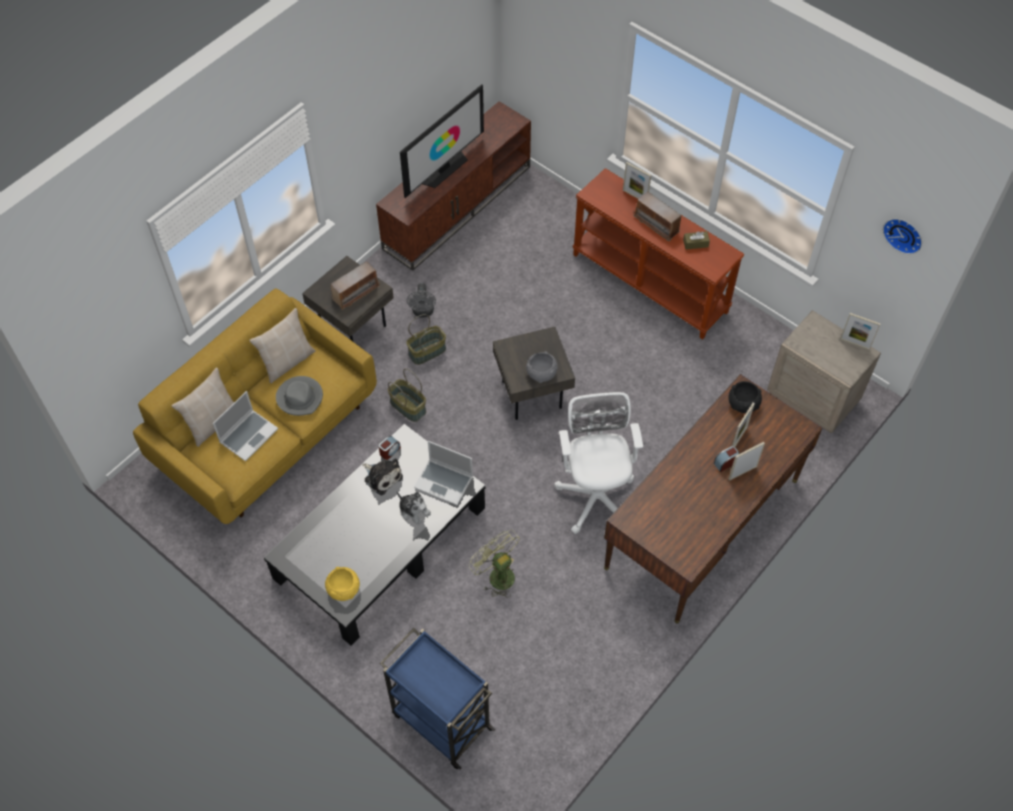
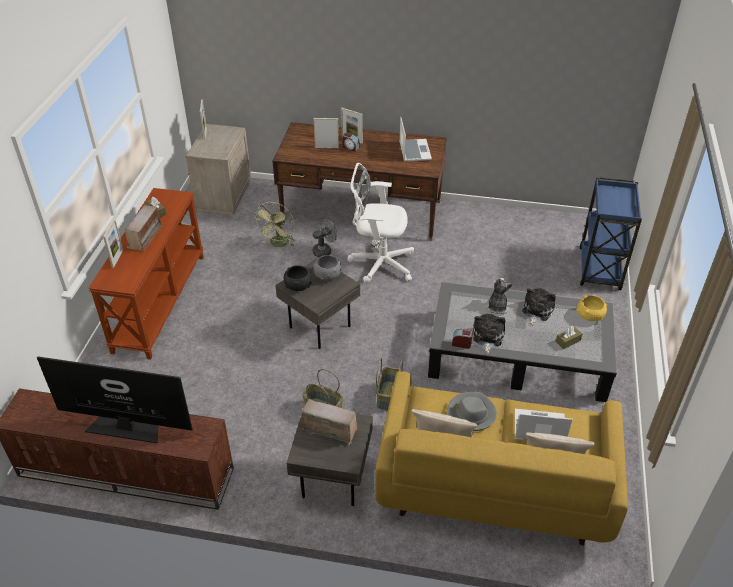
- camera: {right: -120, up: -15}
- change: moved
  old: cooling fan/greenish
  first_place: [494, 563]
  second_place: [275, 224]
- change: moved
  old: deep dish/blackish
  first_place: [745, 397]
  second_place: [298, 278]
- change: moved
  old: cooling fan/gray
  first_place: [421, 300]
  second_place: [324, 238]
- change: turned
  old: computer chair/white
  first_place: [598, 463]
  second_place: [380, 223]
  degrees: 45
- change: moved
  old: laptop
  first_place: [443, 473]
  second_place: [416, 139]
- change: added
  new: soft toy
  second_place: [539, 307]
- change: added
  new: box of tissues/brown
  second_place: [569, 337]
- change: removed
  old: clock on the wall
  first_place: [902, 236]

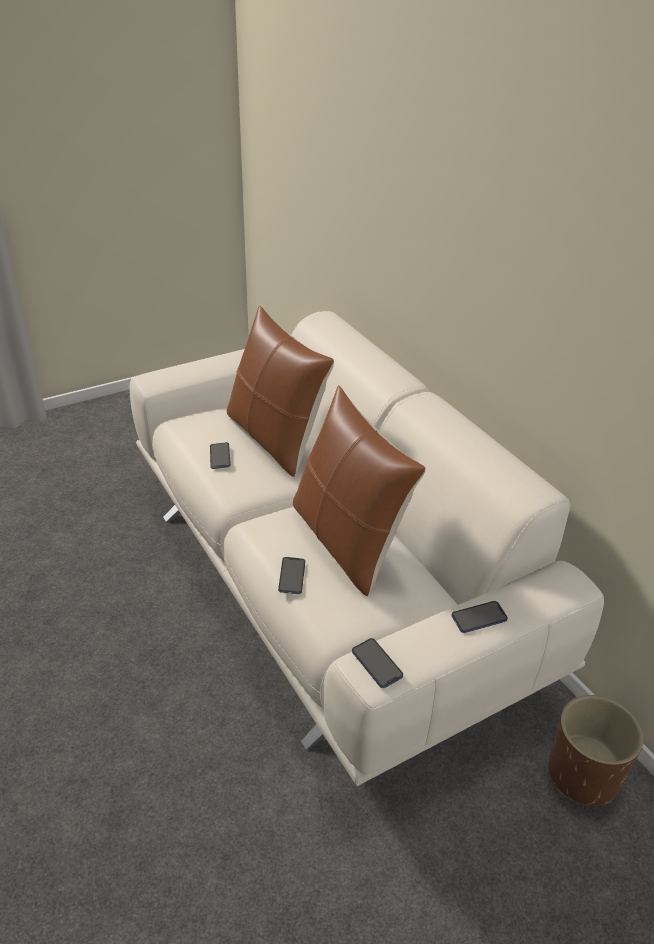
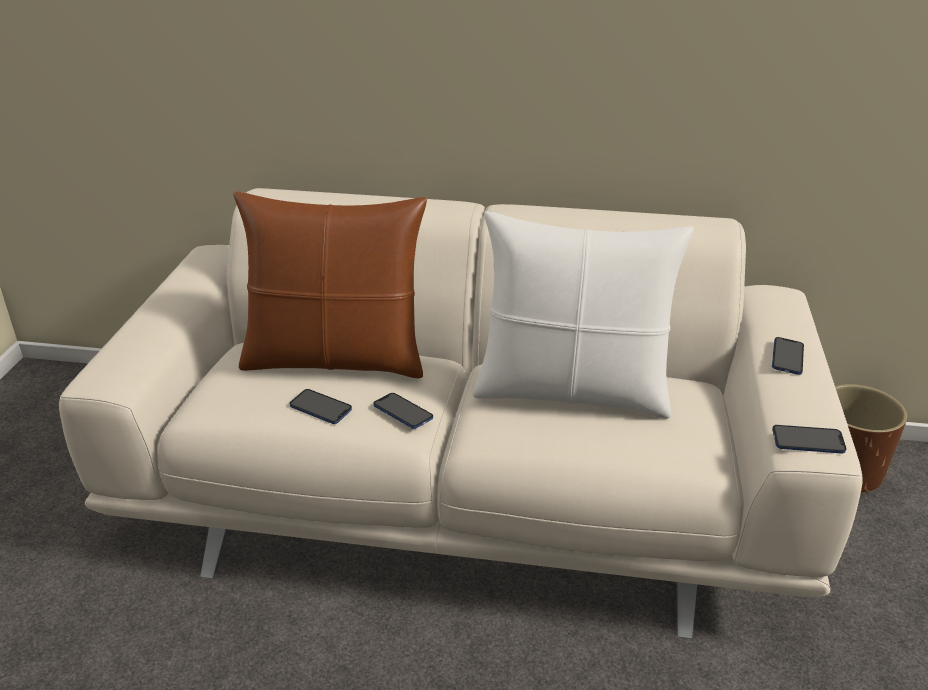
- camera: {right: -50, up: -5}
- change: moved
  old: handset
  first_place: [291, 575]
  second_place: [403, 411]
- change: recoloured
  old: throw pillow/brown
  new: throw pillow/white
  first_place: [359, 490]
  second_place: [583, 315]

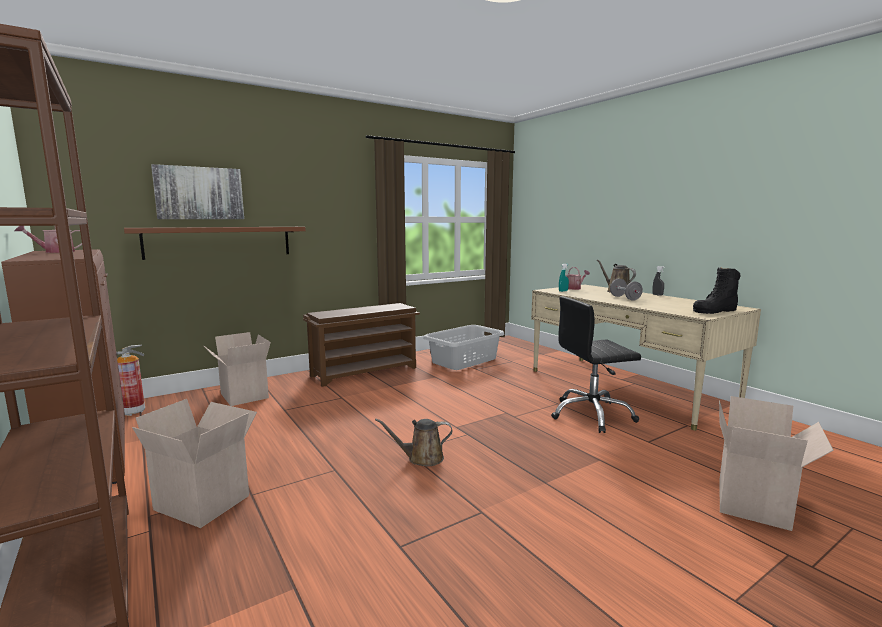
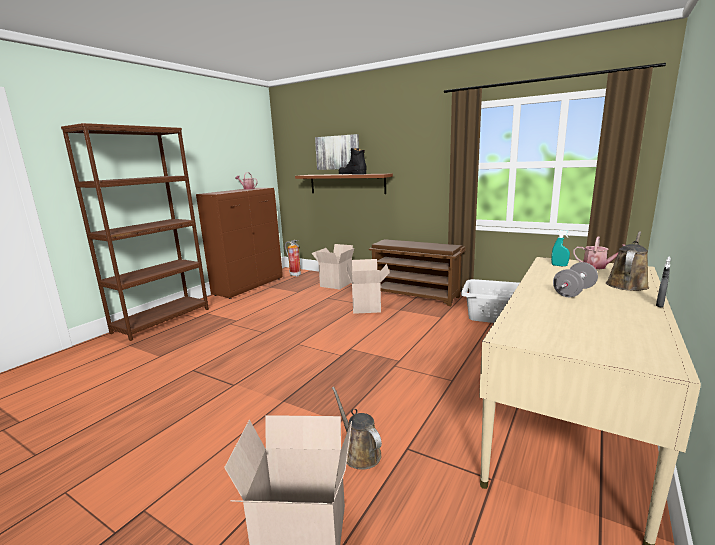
- camera: {right: 65, up: 5}
- change: moved
  old: watering can/brown
  first_place: [413, 442]
  second_place: [357, 428]
- change: moved
  old: tall boot/blackish
  first_place: [717, 291]
  second_place: [352, 161]
- change: moved
  old: carton
  first_place: [194, 463]
  second_place: [368, 286]
- change: removed
  old: computer chair/blackish
  first_place: [596, 364]

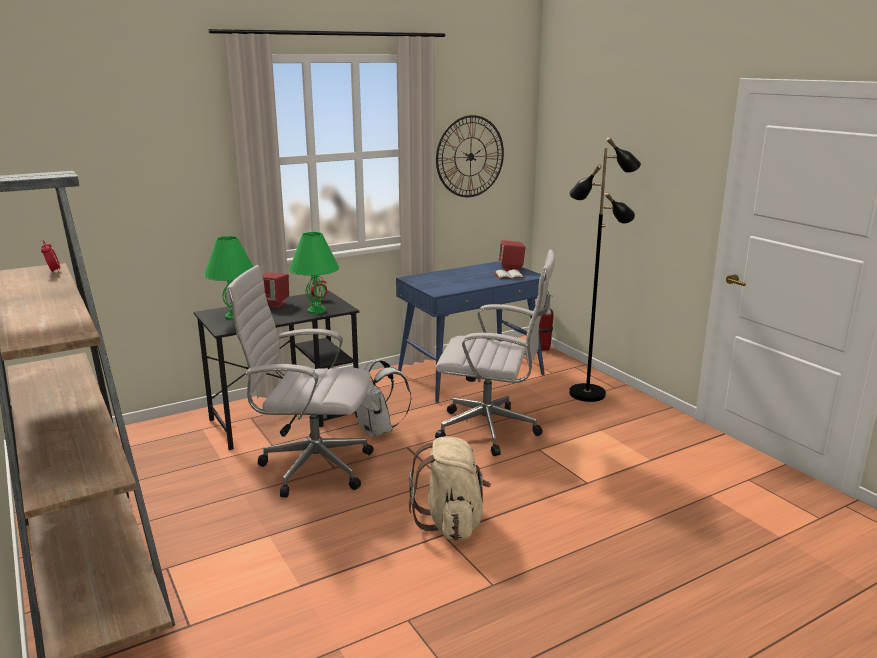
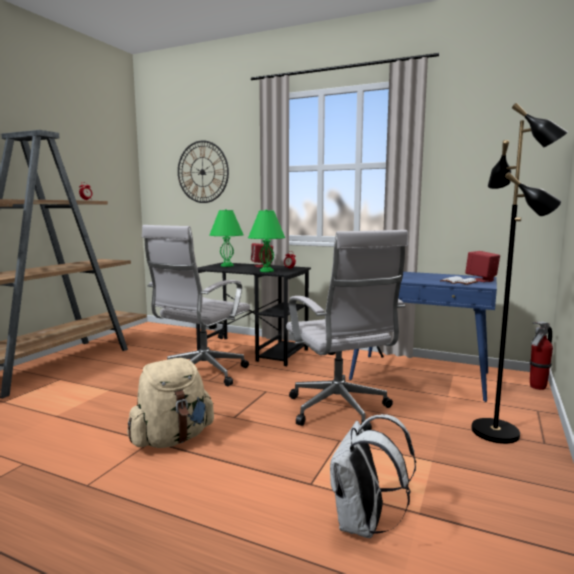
- camera: {right: 55, up: -10}
- change: turned
  old: computer chair/white
  first_place: [299, 381]
  second_place: [196, 305]
  degrees: -120
- change: moved
  old: clock on the wall
  first_place: [470, 156]
  second_place: [203, 171]
- change: moved
  old: rucksack/white
  first_place: [383, 398]
  second_place: [373, 476]

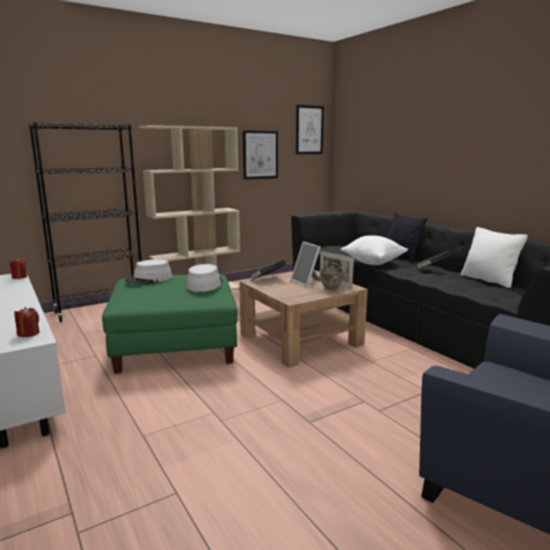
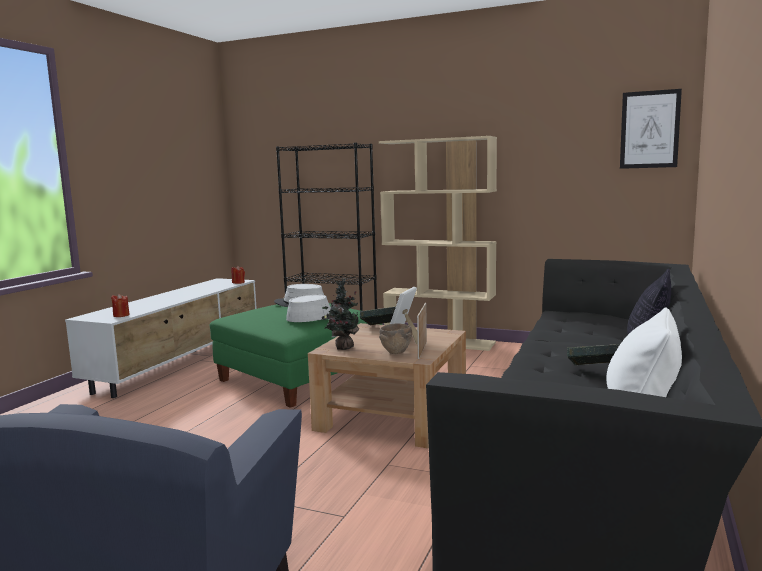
- camera: {right: 55, up: -5}
- change: added
  new: houseplant
  second_place: [342, 314]
- change: removed
  old: picture
  first_place: [260, 155]
- change: removed
  old: throw pillow/white
  first_place: [374, 250]

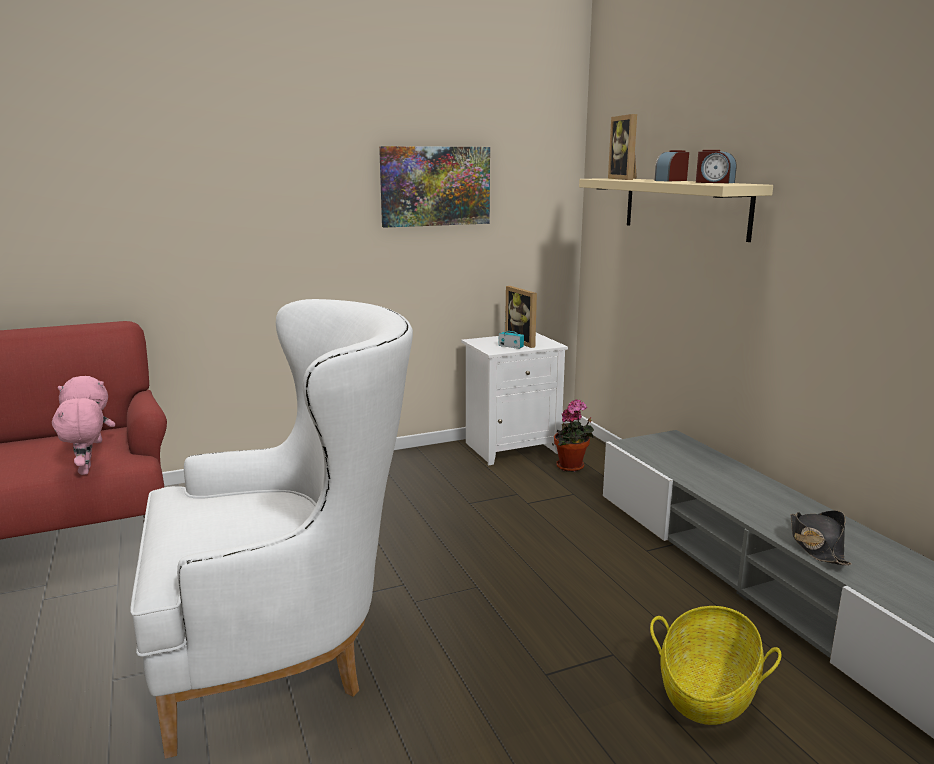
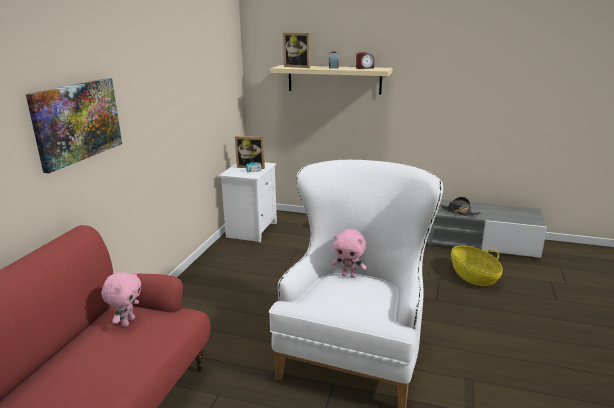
- camera: {right: -50, up: 5}
- change: moved
  old: picture
  first_place: [434, 187]
  second_place: [74, 125]
- change: moved
  old: soft toy/pink-coloured
  first_place: [77, 436]
  second_place: [349, 253]
- change: removed
  old: houseplant
  first_place: [574, 435]

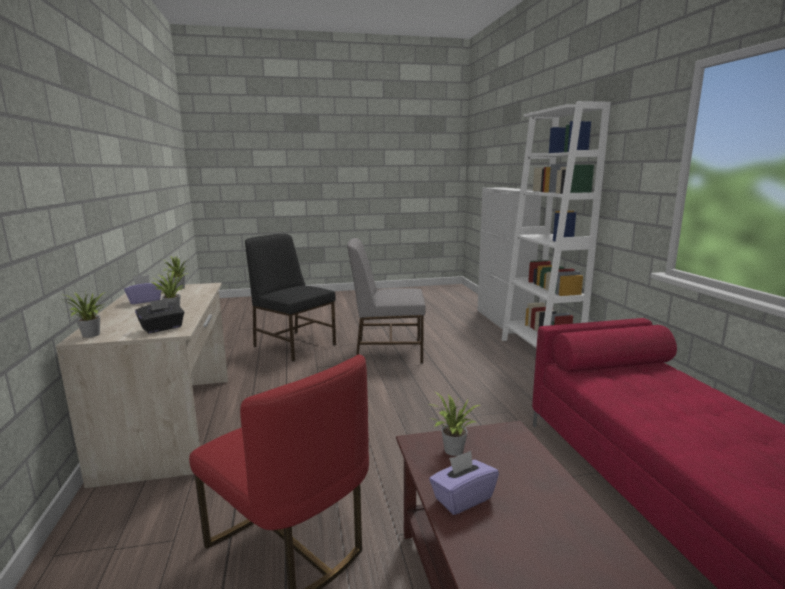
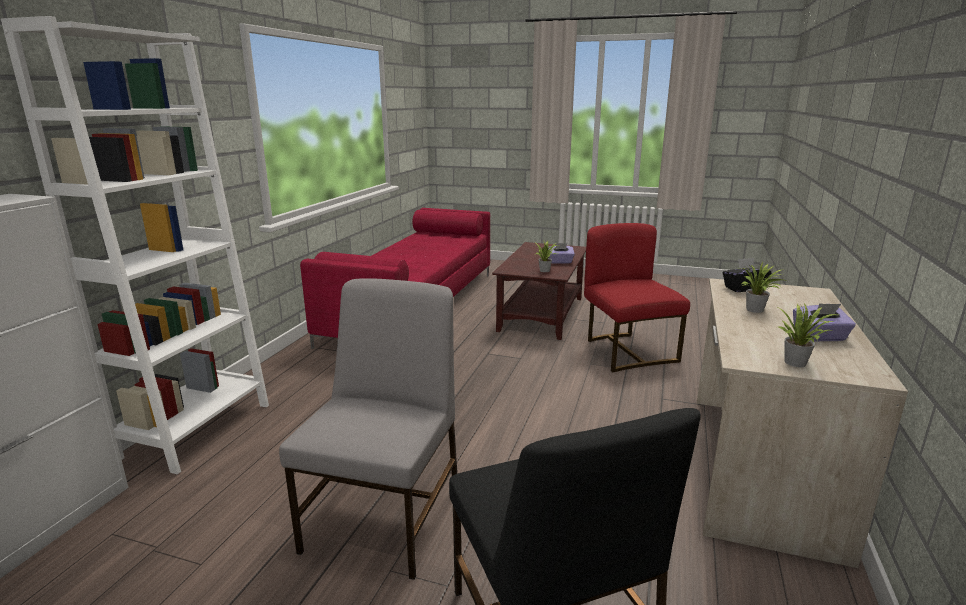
- camera: {right: -150, up: 5}
- change: turned
  old: plain chair/gray
  first_place: [386, 300]
  second_place: [368, 429]
  degrees: -105
- change: removed
  old: houseplant
  first_place: [83, 314]

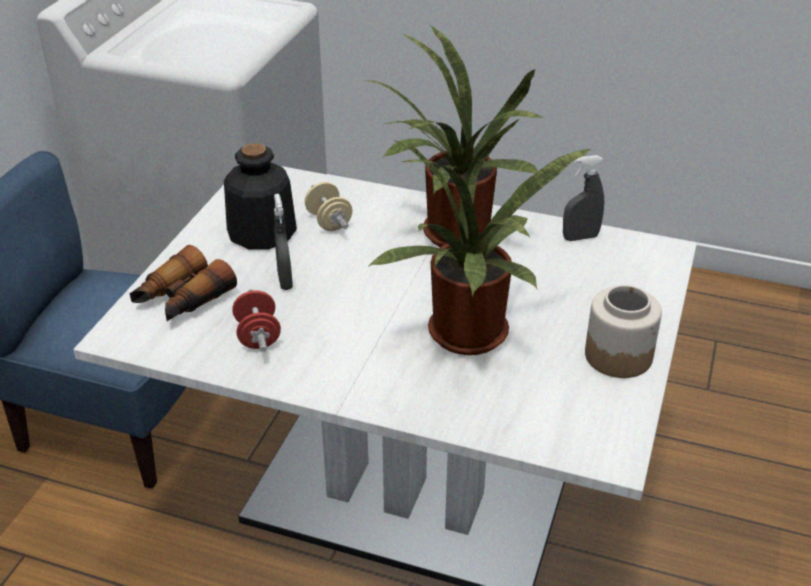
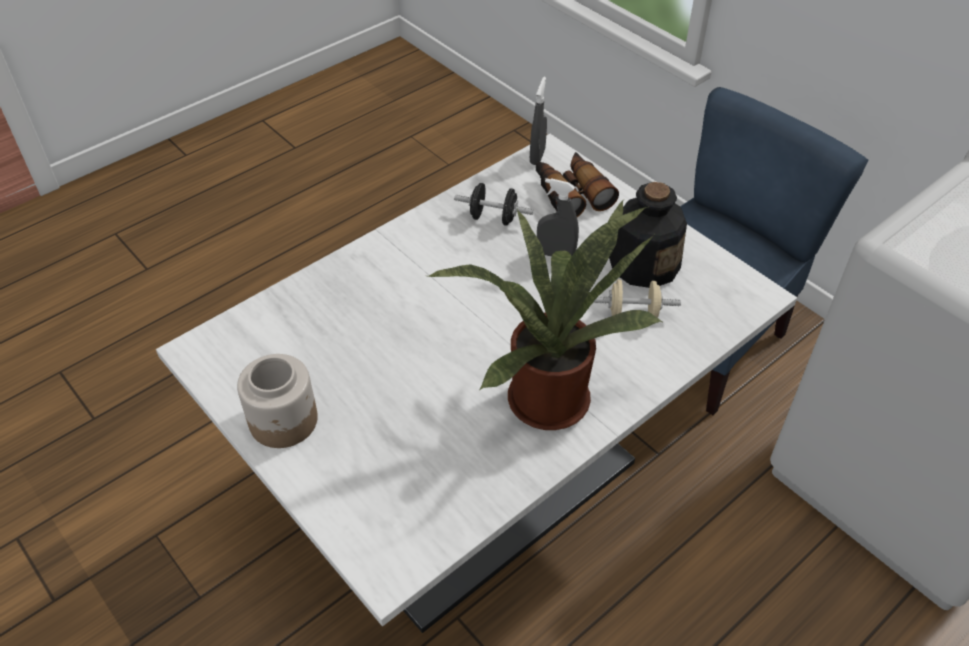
- camera: {right: 120, up: 10}
- change: recoloured
  old: hand weight/reddish
  new: hand weight/blackish
  first_place: [256, 320]
  second_place: [493, 204]
- change: moved
  old: sprayer/gray
  first_place: [583, 198]
  second_place: [538, 121]
- change: removed
  old: houseplant
  first_place: [479, 237]

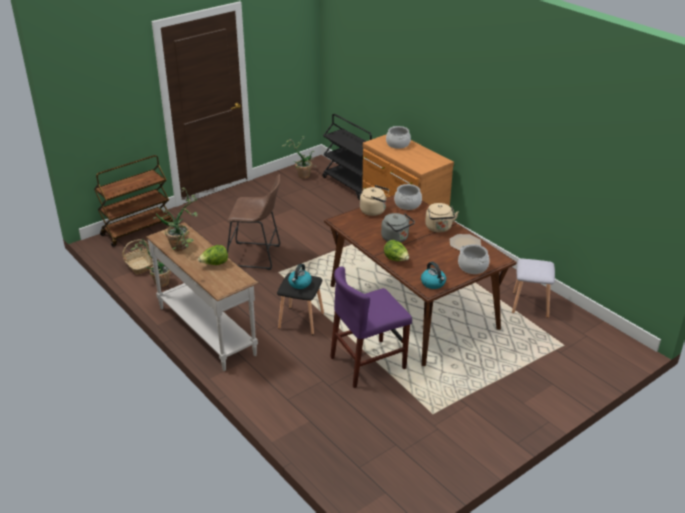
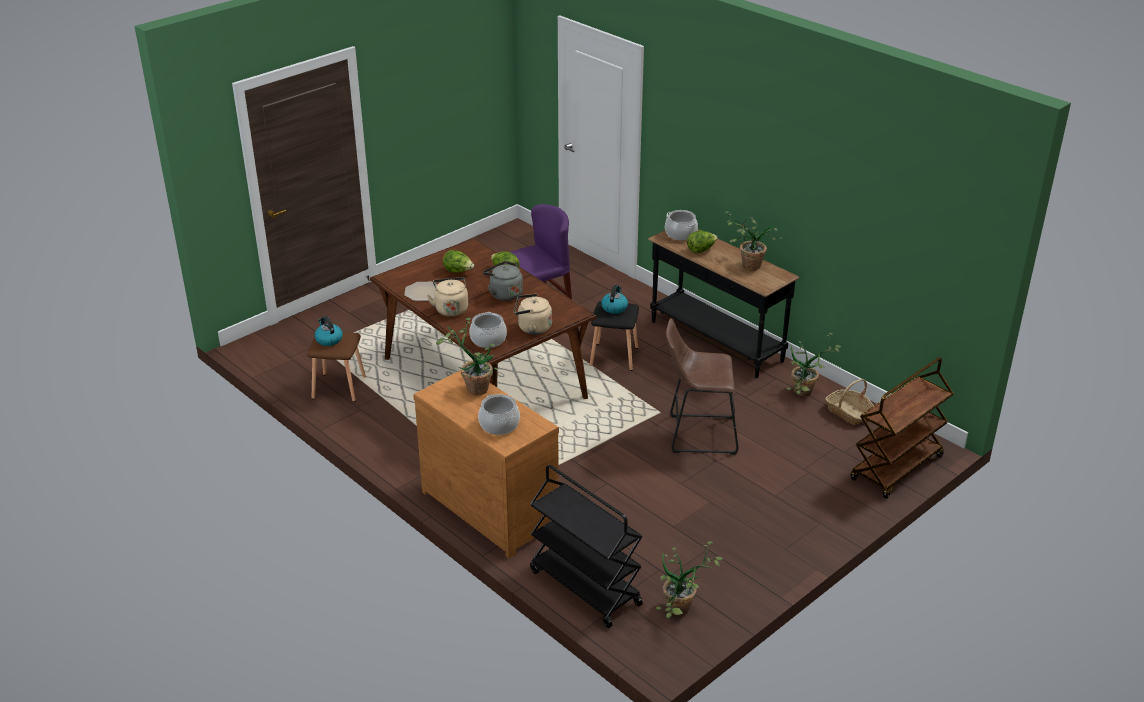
- camera: {right: 175, up: 0}
- change: recoloured
  old: stool seat/gray
  new: stool seat/brown
  first_place: [533, 288]
  second_place: [336, 367]
- change: moved
  old: kettle
  first_place: [433, 275]
  second_place: [329, 331]
- change: added
  new: houseplant
  second_place: [467, 356]
- change: added
  new: head of lettuce
  second_place: [458, 261]
- change: recoloured
  old: narrow table/white
  new: narrow table/blackish
  first_place: [202, 296]
  second_place: [723, 304]
- change: moved
  old: stockpot
  first_place: [473, 259]
  second_place: [681, 225]

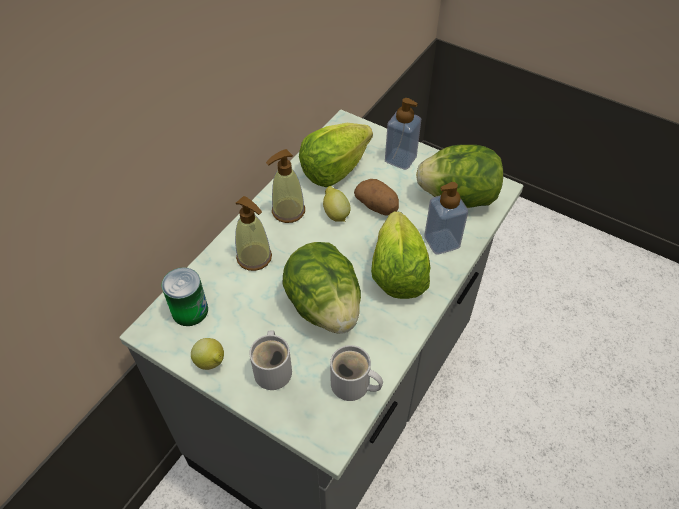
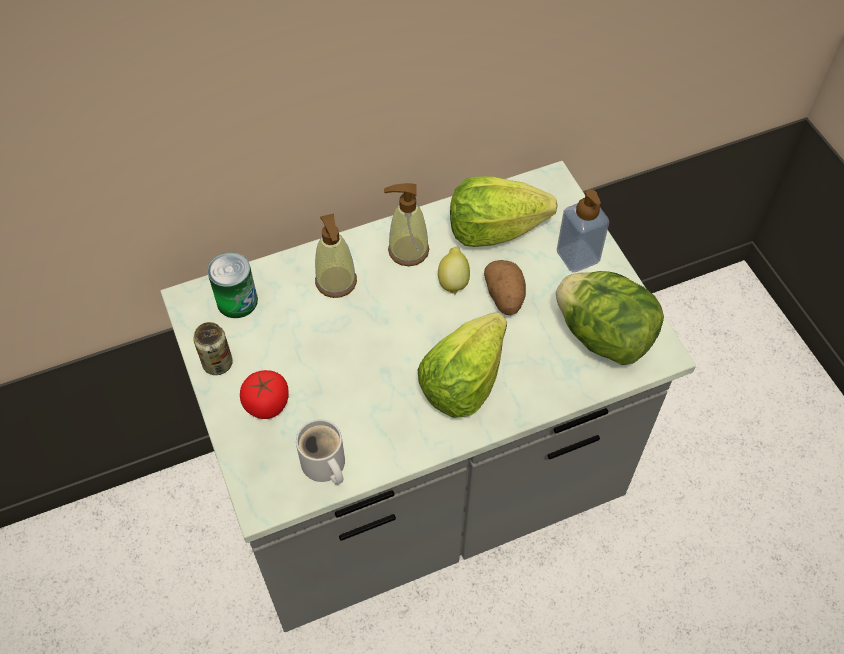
- camera: {right: 35, up: 5}
- change: replaced
  old: lemon
  new: sealed can
  first_place: [207, 354]
  second_place: [213, 348]
- change: replaced
  old: mug/white
  new: whole tomato
  first_place: [270, 360]
  second_place: [264, 394]
- change: removed
  old: head of lettuce
  first_place: [322, 288]
- change: removed
  old: liquid soap bottle
  first_place: [446, 218]

